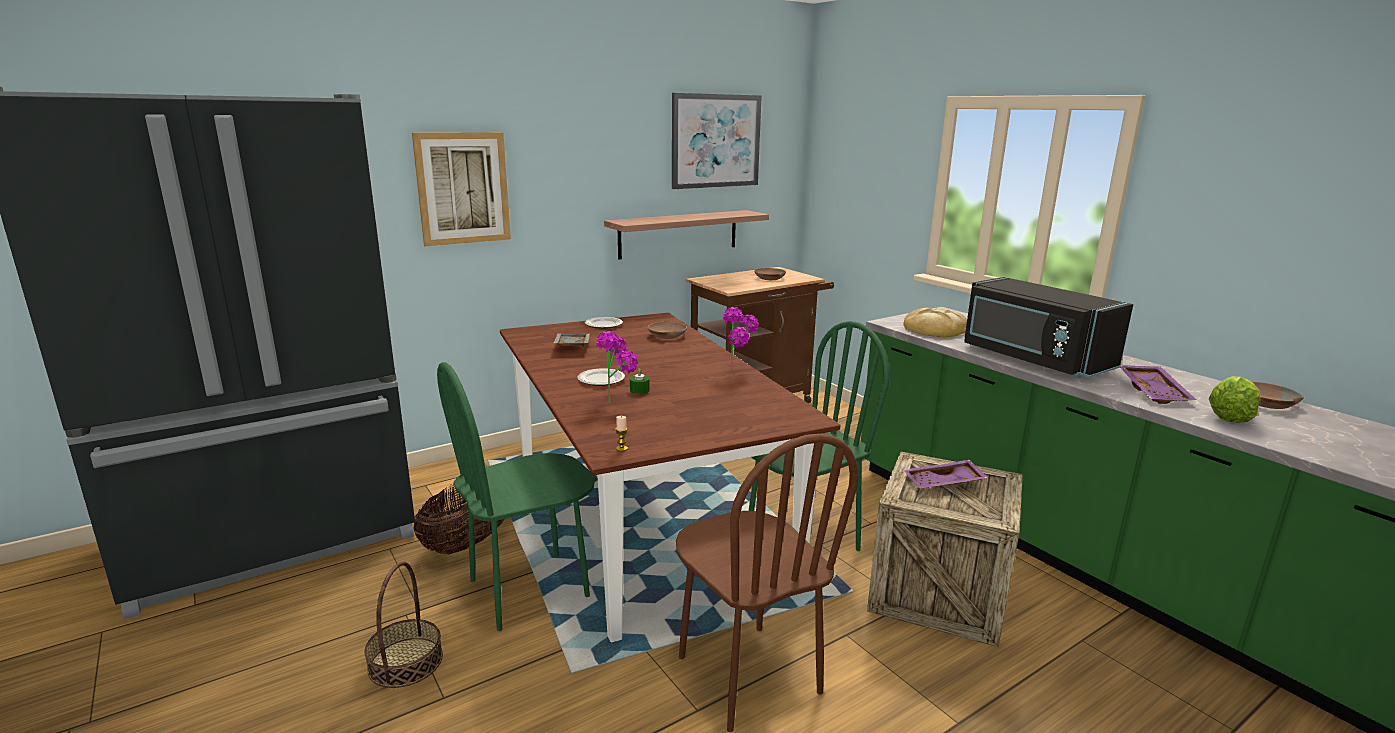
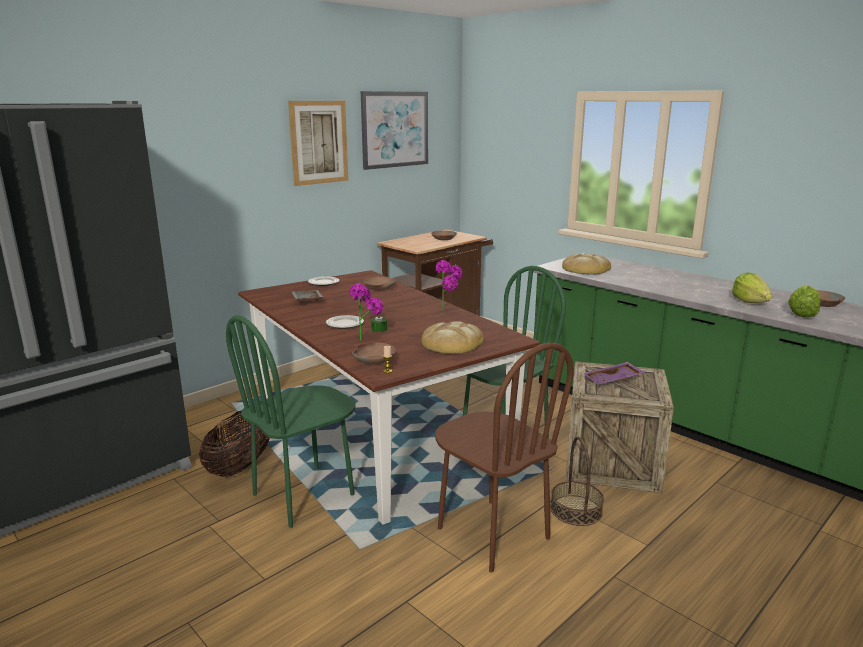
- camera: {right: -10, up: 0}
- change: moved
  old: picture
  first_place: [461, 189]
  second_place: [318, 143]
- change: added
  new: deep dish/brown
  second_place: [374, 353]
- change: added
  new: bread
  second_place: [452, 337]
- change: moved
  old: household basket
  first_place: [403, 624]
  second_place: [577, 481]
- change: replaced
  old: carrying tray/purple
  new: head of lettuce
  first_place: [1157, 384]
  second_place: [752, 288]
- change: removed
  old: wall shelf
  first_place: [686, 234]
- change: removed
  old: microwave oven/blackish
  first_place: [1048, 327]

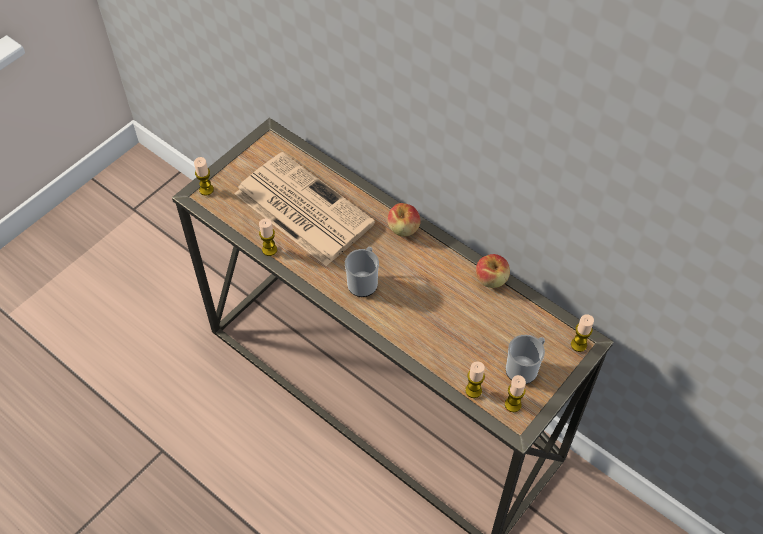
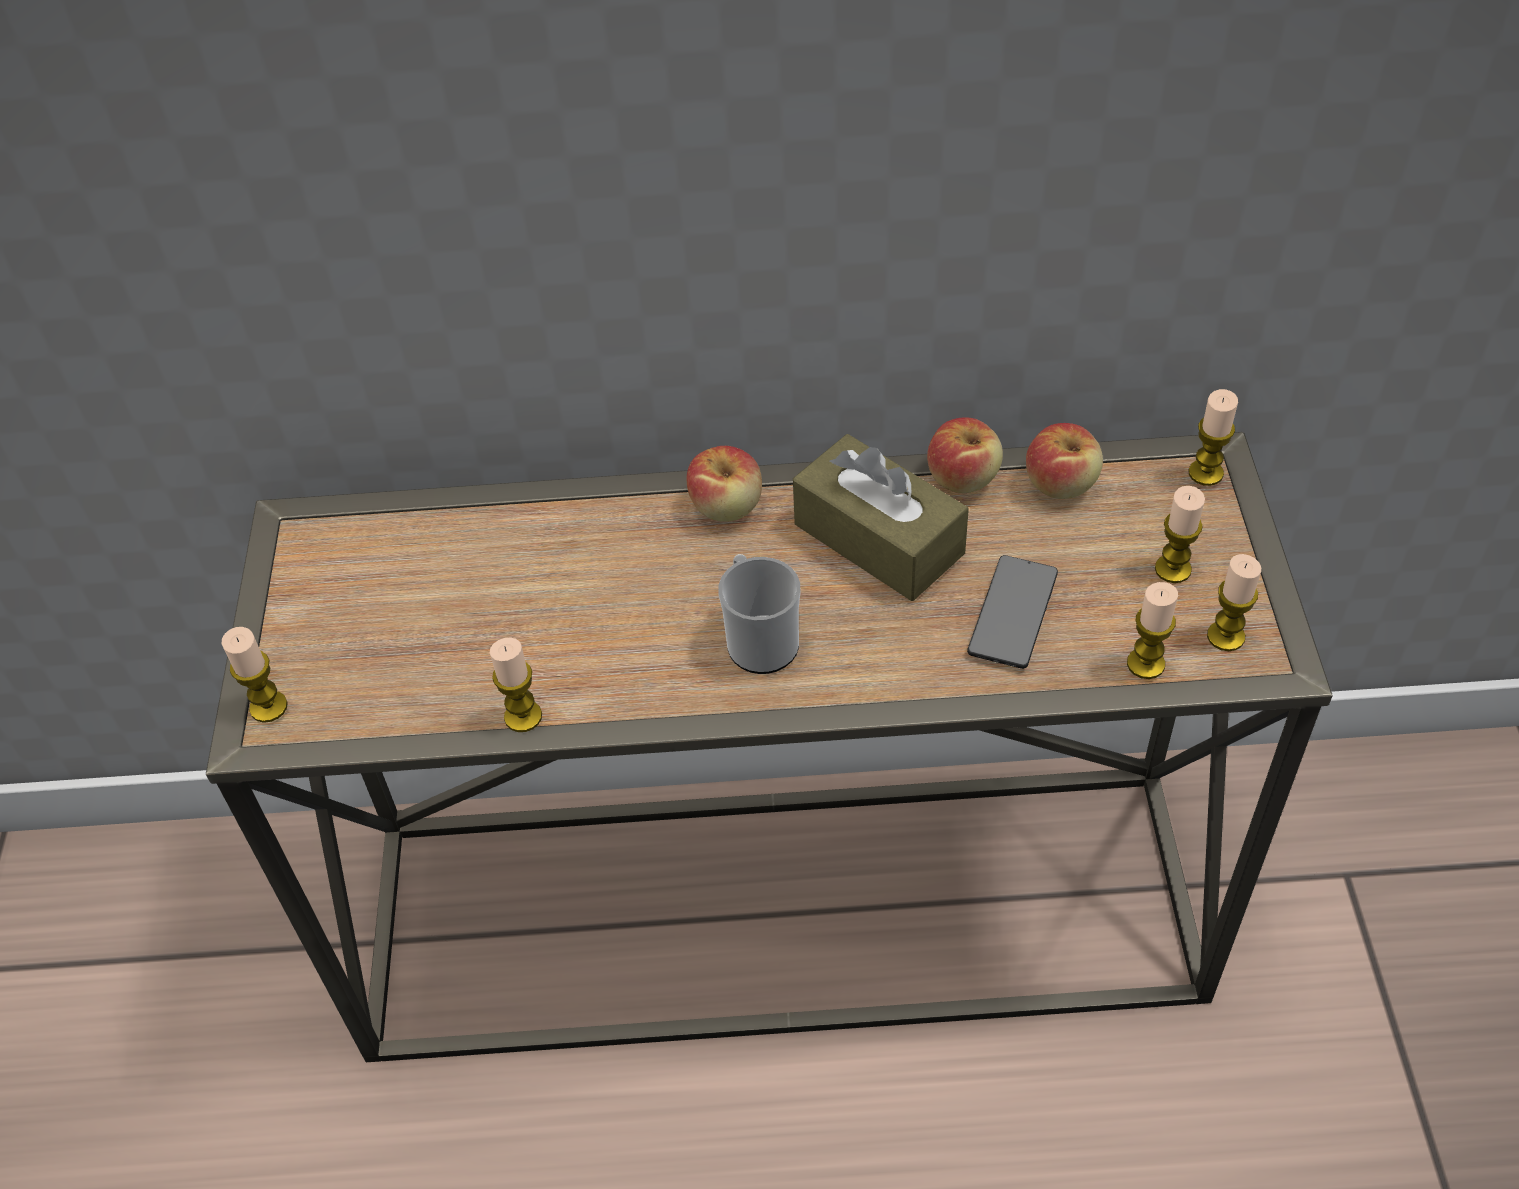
- camera: {right: -40, up: -5}
- change: added
  new: box of tissues/brown
  second_place: [881, 517]
- change: added
  new: handset
  second_place: [1012, 612]
- change: added
  new: apple
  second_place: [1064, 461]
- change: replaced
  old: mug
  new: wax light
  first_place: [525, 359]
  second_place: [1180, 534]
- change: removed
  old: daily paper
  first_place: [305, 209]

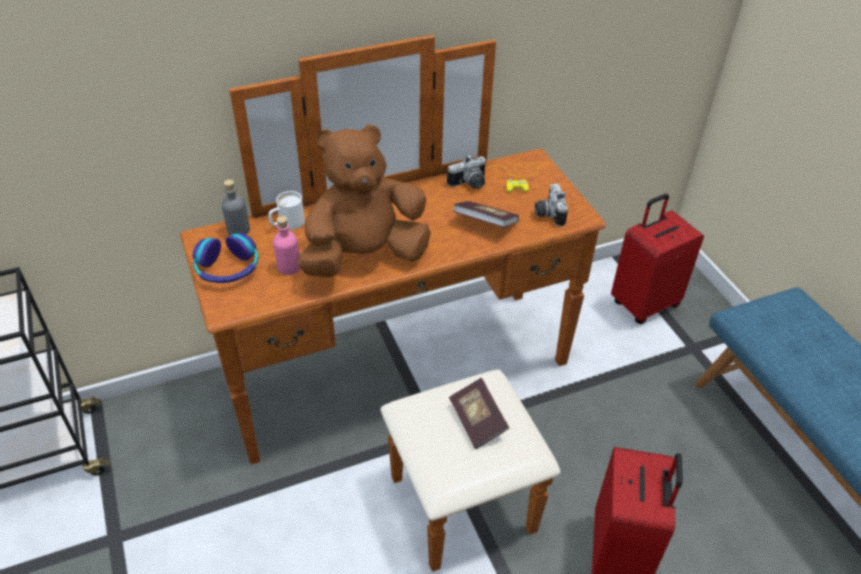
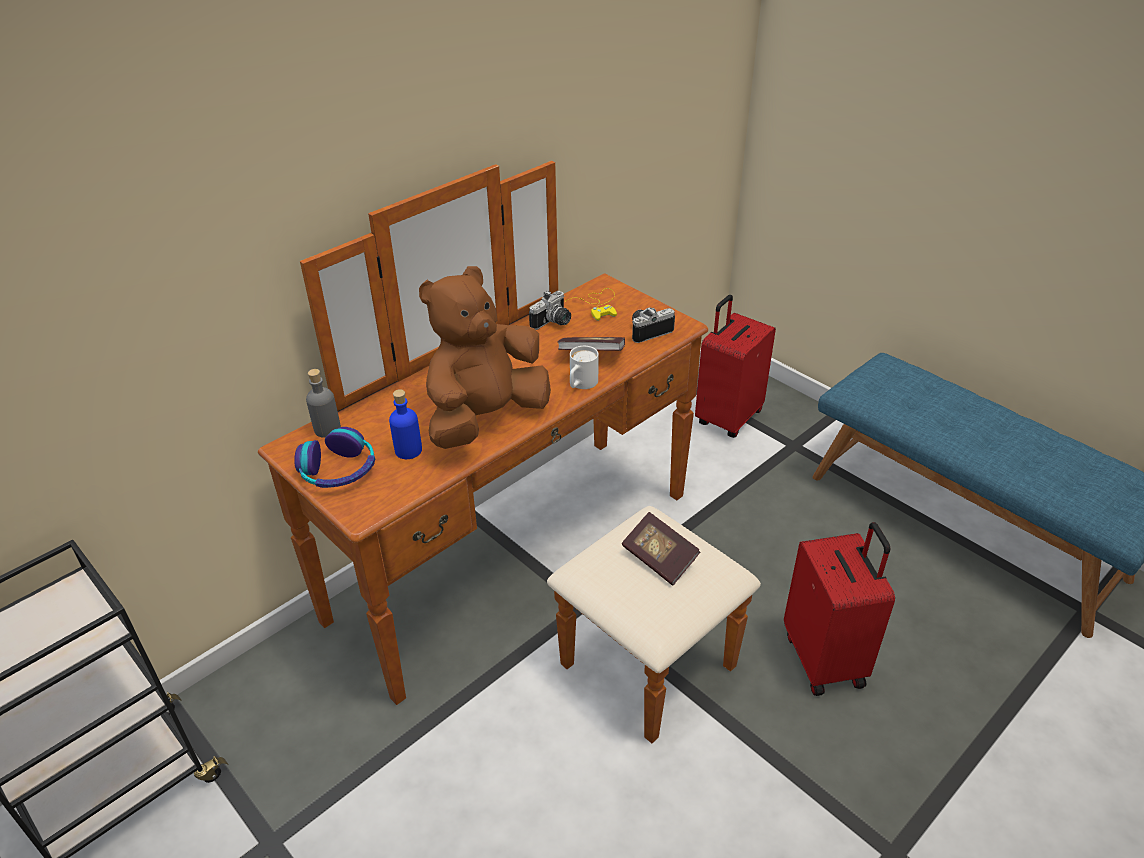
- camera: {right: -20, up: -5}
- change: recoloured
  old: bottle/pink-coloured
  new: bottle/blue
  first_place: [286, 245]
  second_place: [405, 424]
- change: moved
  old: mug/white
  first_place: [287, 210]
  second_place: [584, 367]
- change: turned
  old: photo camera
  first_place: [551, 205]
  second_place: [653, 325]
  degrees: 90

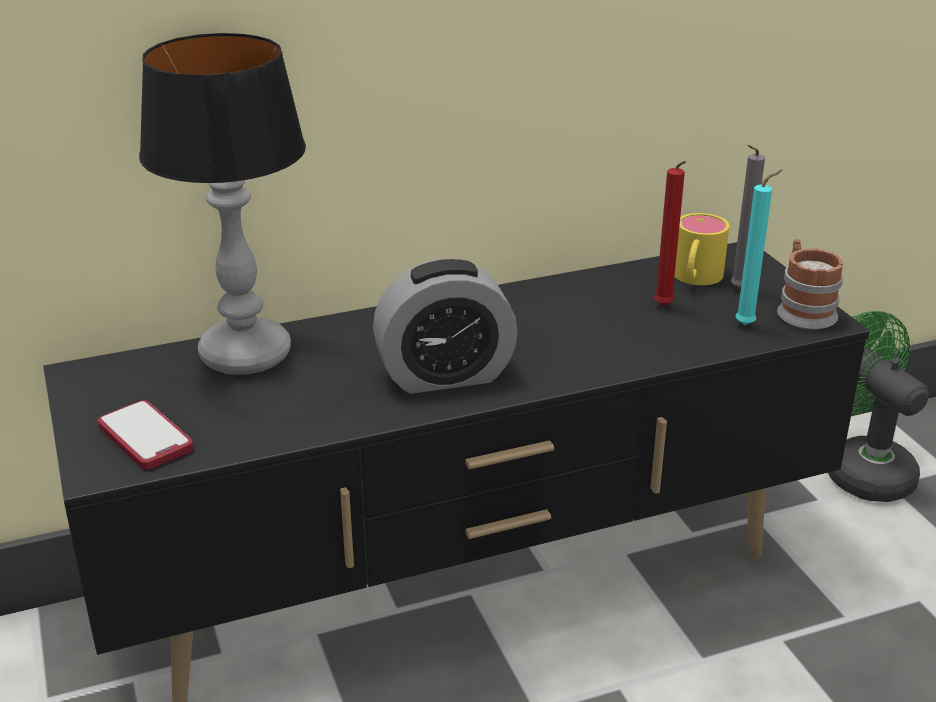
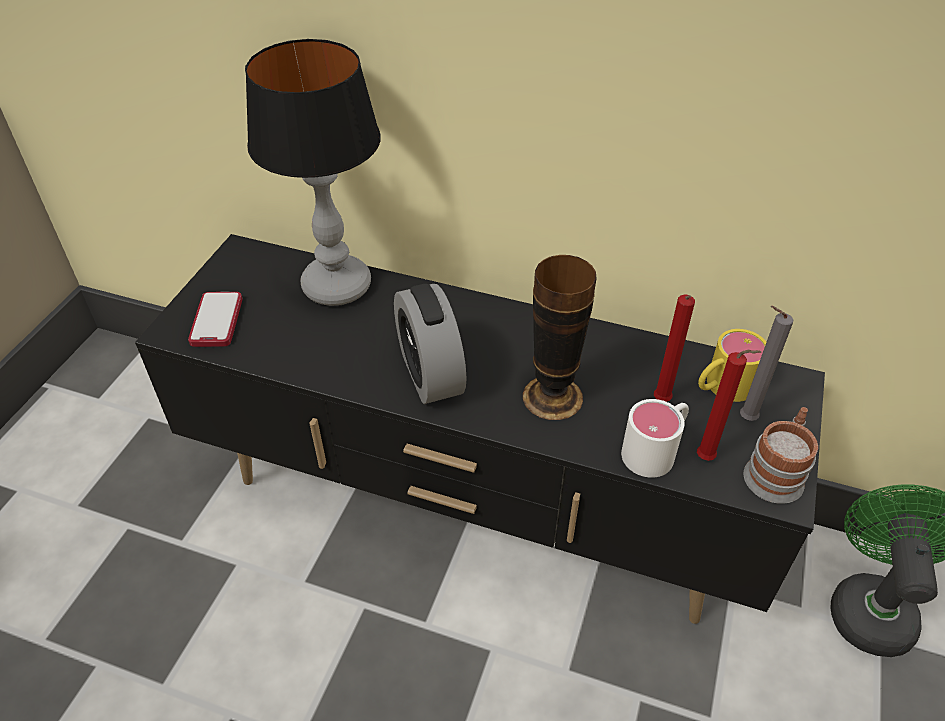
- camera: {right: 40, up: 15}
- change: turned
  old: table clock
  first_place: [445, 326]
  second_place: [430, 344]
  degrees: 45
- change: added
  new: decorative vase
  second_place: [560, 337]
- change: added
  new: mug/white
  second_place: [655, 438]
- change: recoloured
  old: wax light/turquoise-coloured
  new: wax light/reddish
  first_place: [759, 247]
  second_place: [729, 405]

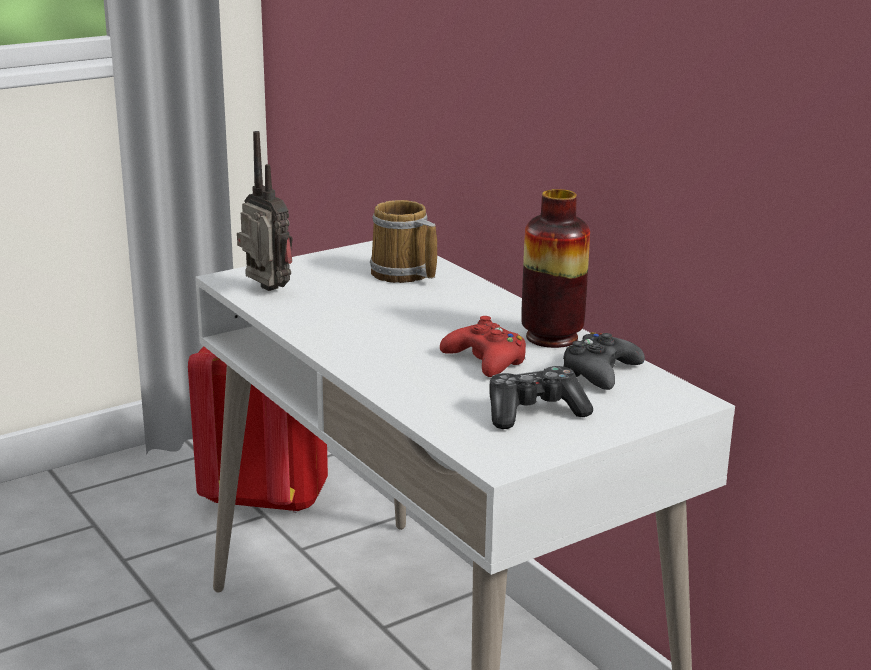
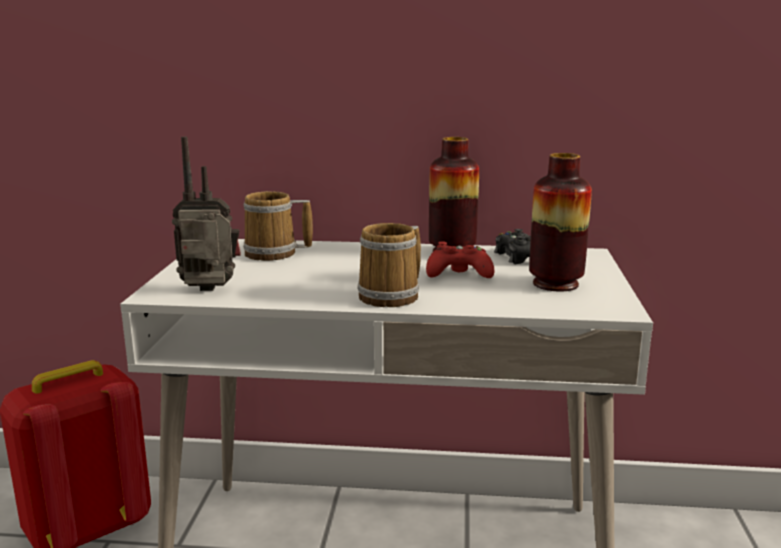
- camera: {right: -50, up: -5}
- change: added
  new: mug
  second_place: [389, 265]
- change: replaced
  old: gamepad
  new: decorative vase
  first_place: [541, 397]
  second_place: [560, 222]

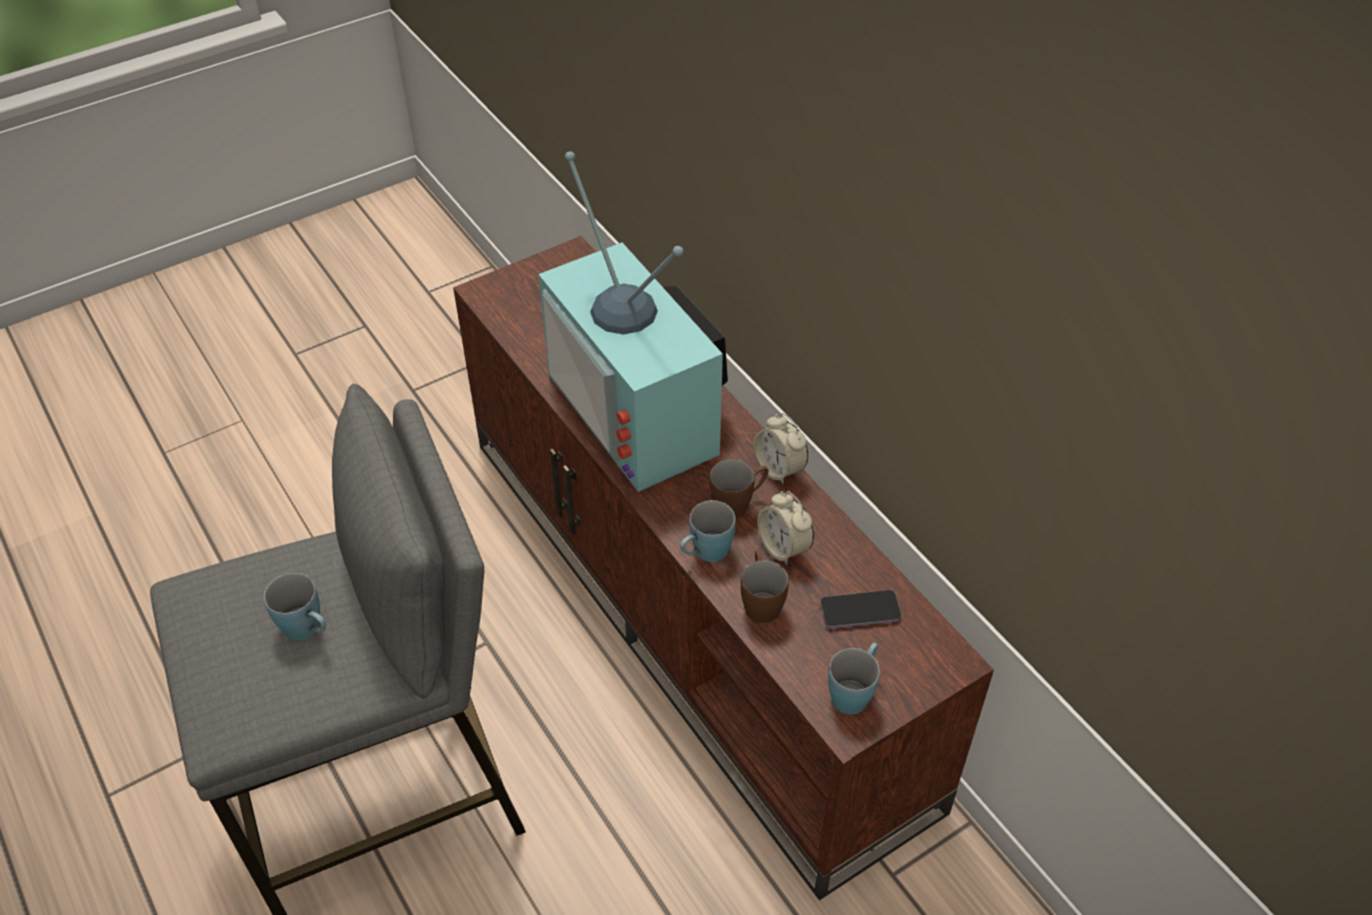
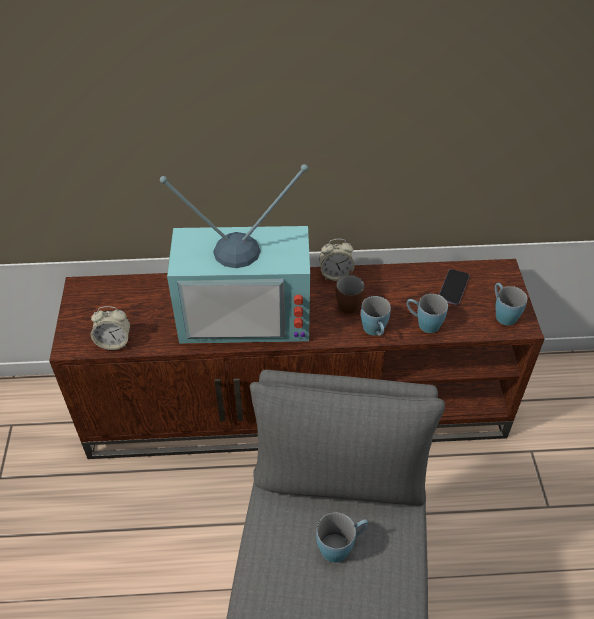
- camera: {right: -60, up: 0}
- change: moved
  old: table clock
  first_place: [786, 528]
  second_place: [110, 328]
- change: recoloured
  old: mug/brown
  new: mug/blue
  first_place: [765, 586]
  second_place: [427, 313]

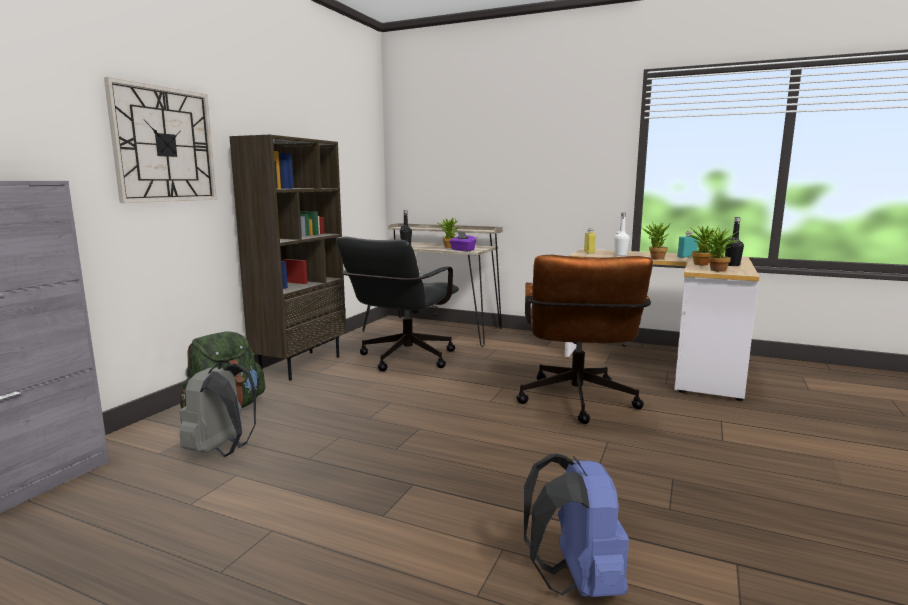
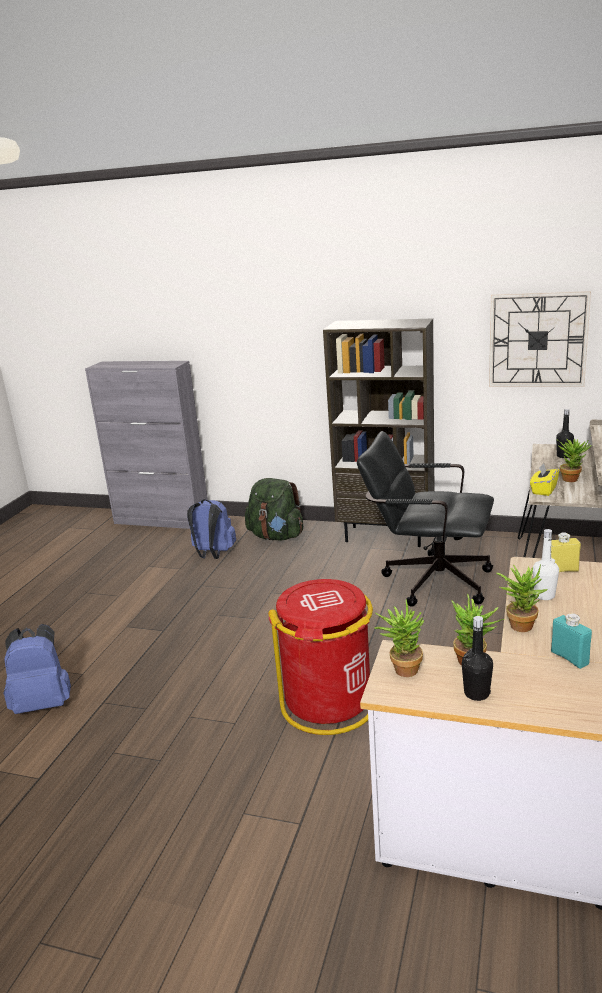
- camera: {right: 85, up: 10}
- change: recoloured
  old: rucksack/gray
  new: rucksack/blue
  first_place: [217, 410]
  second_place: [211, 529]
- change: replaced
  old: computer chair/brown
  new: rubbish bin/reddish
  first_place: [584, 339]
  second_place: [320, 657]
- change: moved
  old: clock on the wall
  first_place: [160, 140]
  second_place: [540, 339]
- change: recoloured
  old: box of tissues/purple
  new: box of tissues/yellow-coloured
  first_place: [463, 241]
  second_place: [544, 479]

